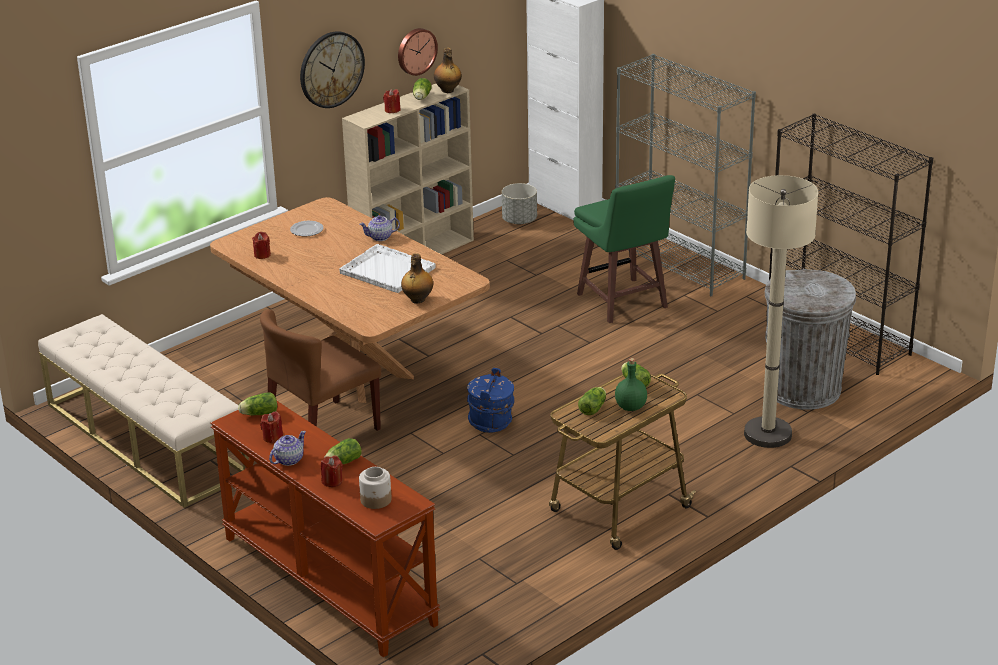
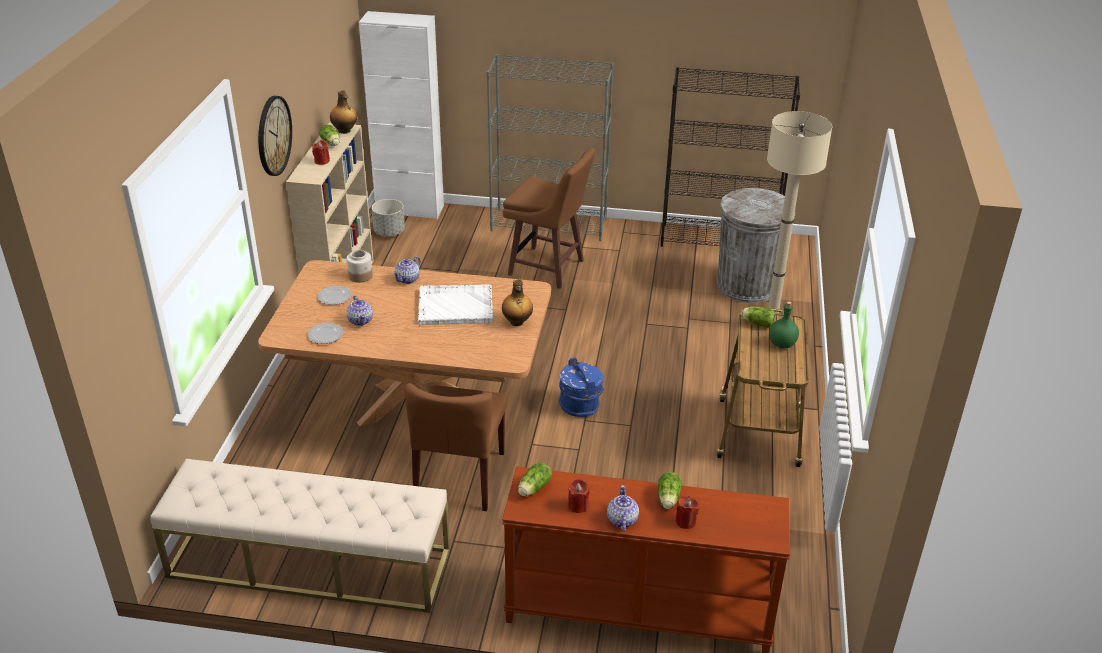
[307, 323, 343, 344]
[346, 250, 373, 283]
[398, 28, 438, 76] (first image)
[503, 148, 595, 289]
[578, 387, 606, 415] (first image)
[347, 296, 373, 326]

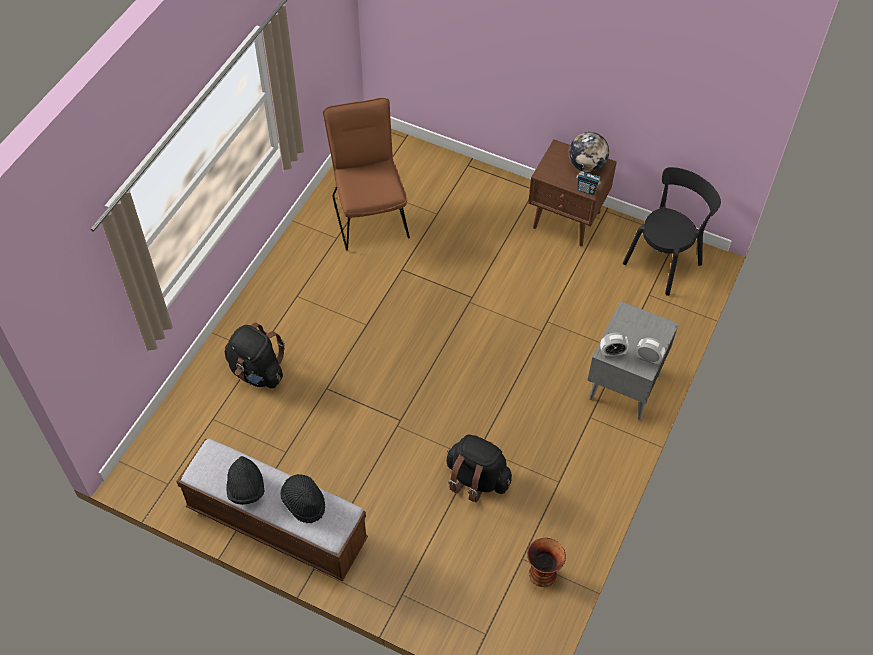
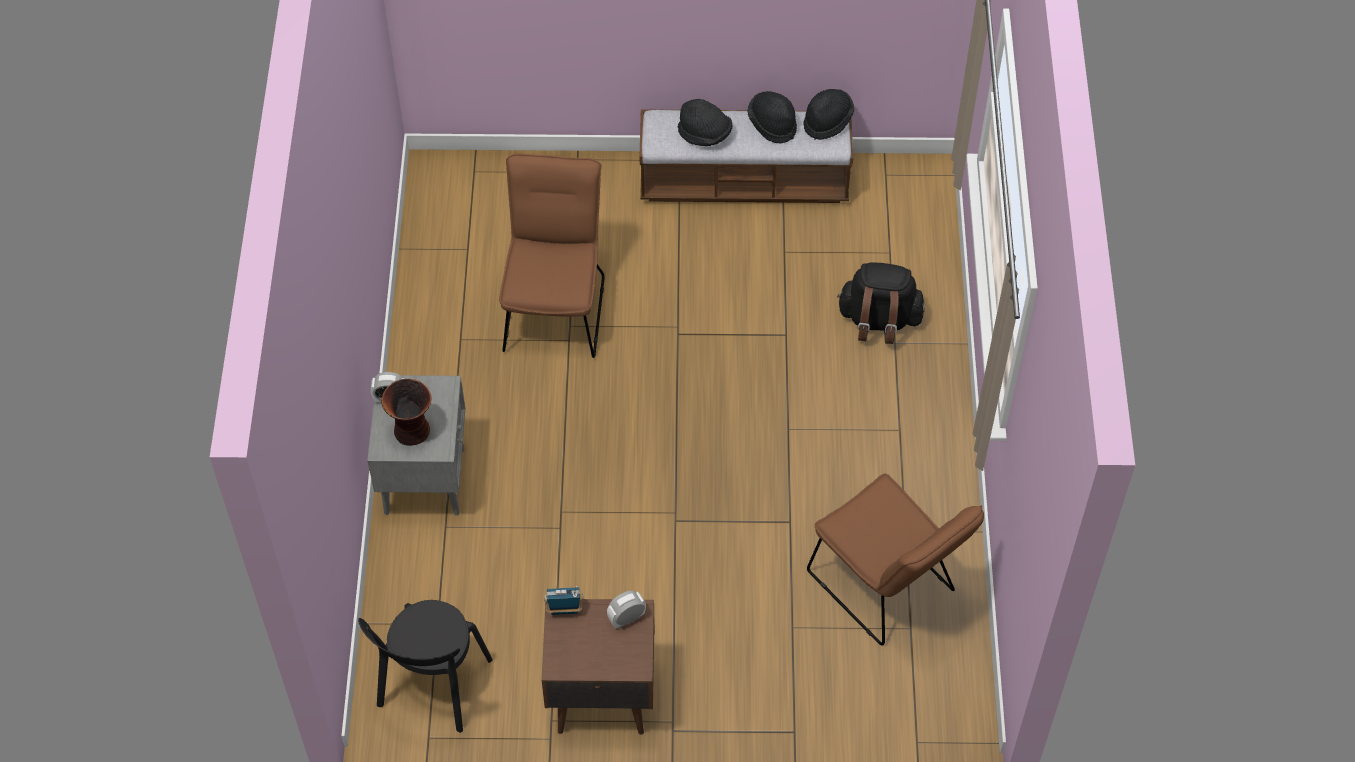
[499, 154, 605, 358]
[381, 379, 432, 446]
[569, 132, 609, 173] (first image)
[607, 591, 646, 628]
[803, 89, 854, 140]

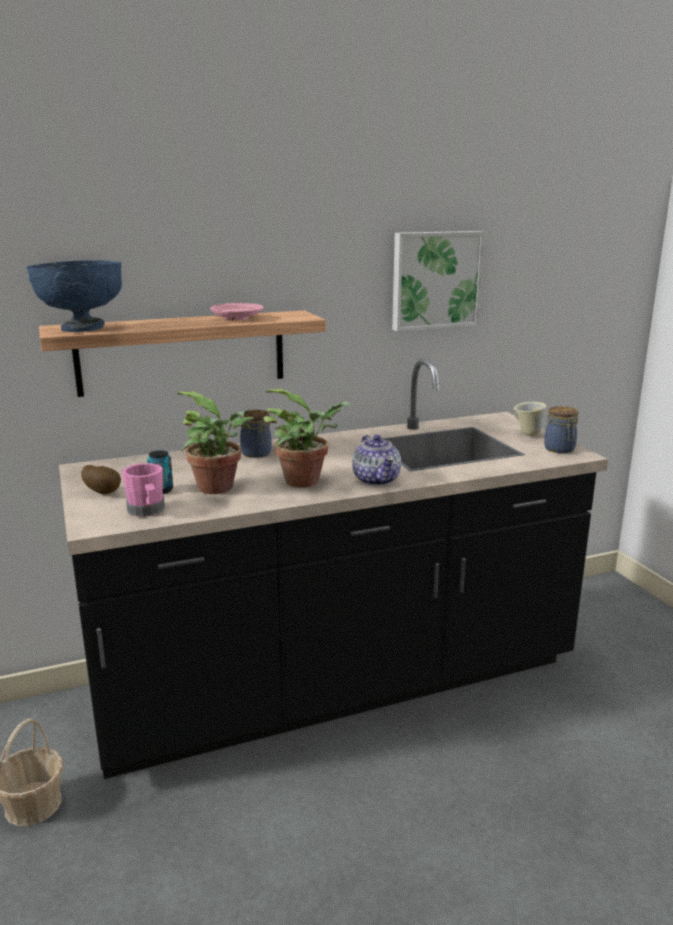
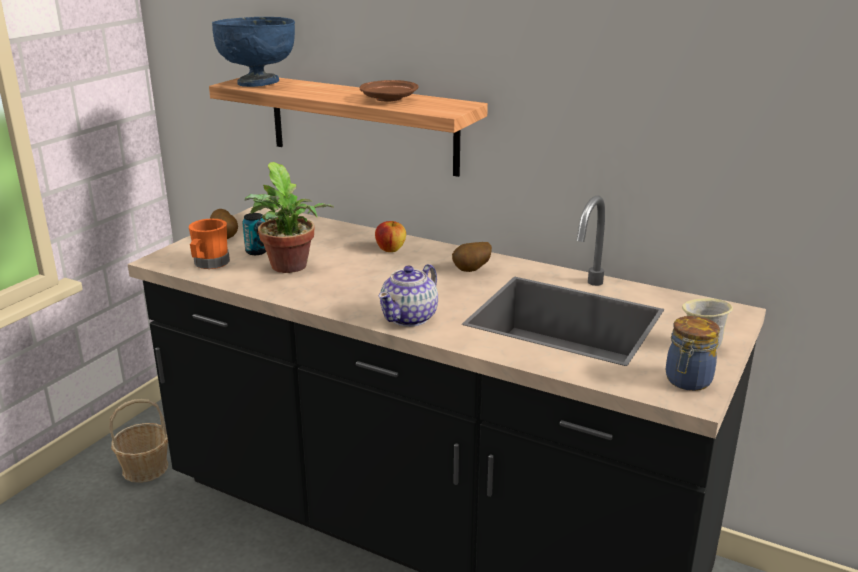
[189, 219, 230, 269]
[360, 80, 418, 101]
[375, 221, 406, 252]
[263, 388, 350, 487] (first image)
[392, 231, 485, 331] (first image)
[452, 242, 492, 272]

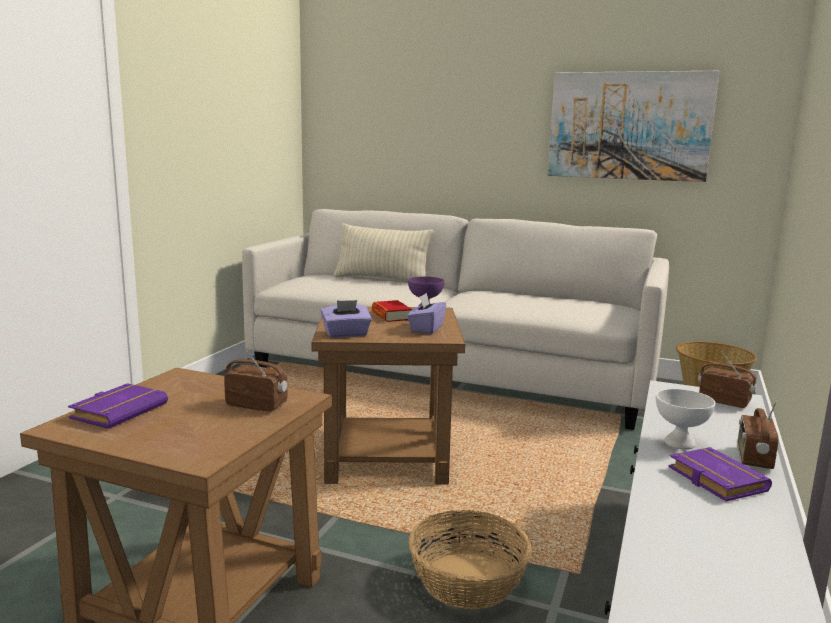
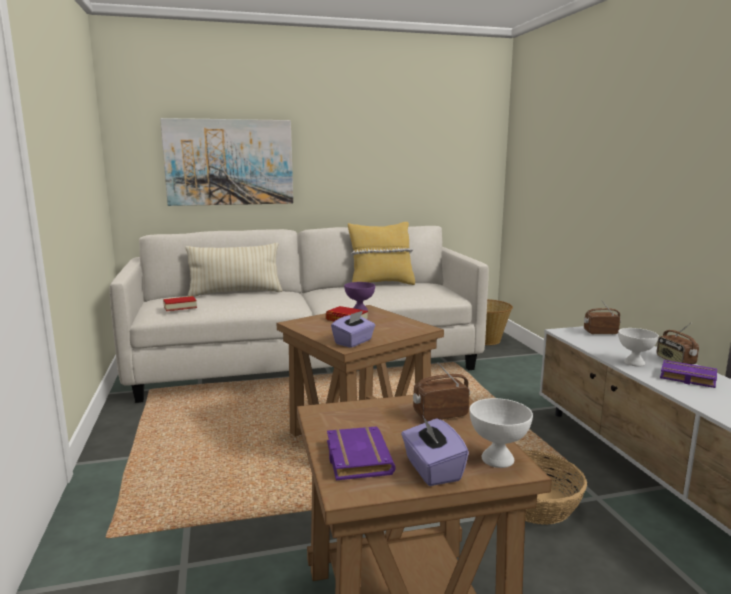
[401, 415, 469, 486]
[160, 118, 293, 206]
[163, 296, 197, 311]
[348, 222, 415, 285]
[469, 398, 533, 468]

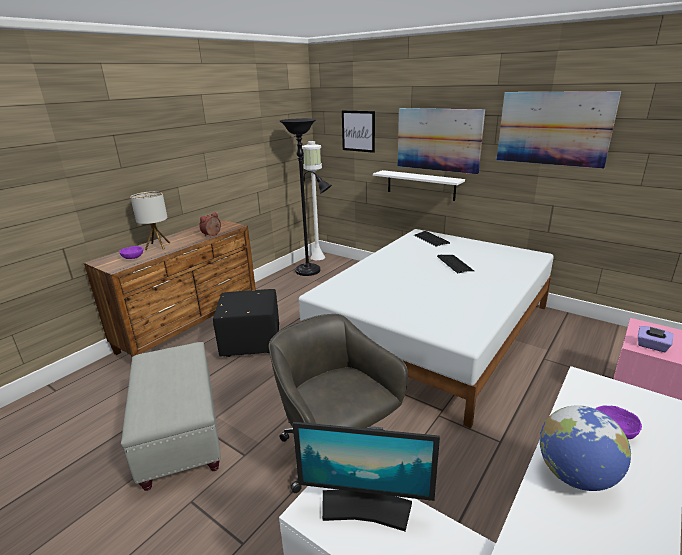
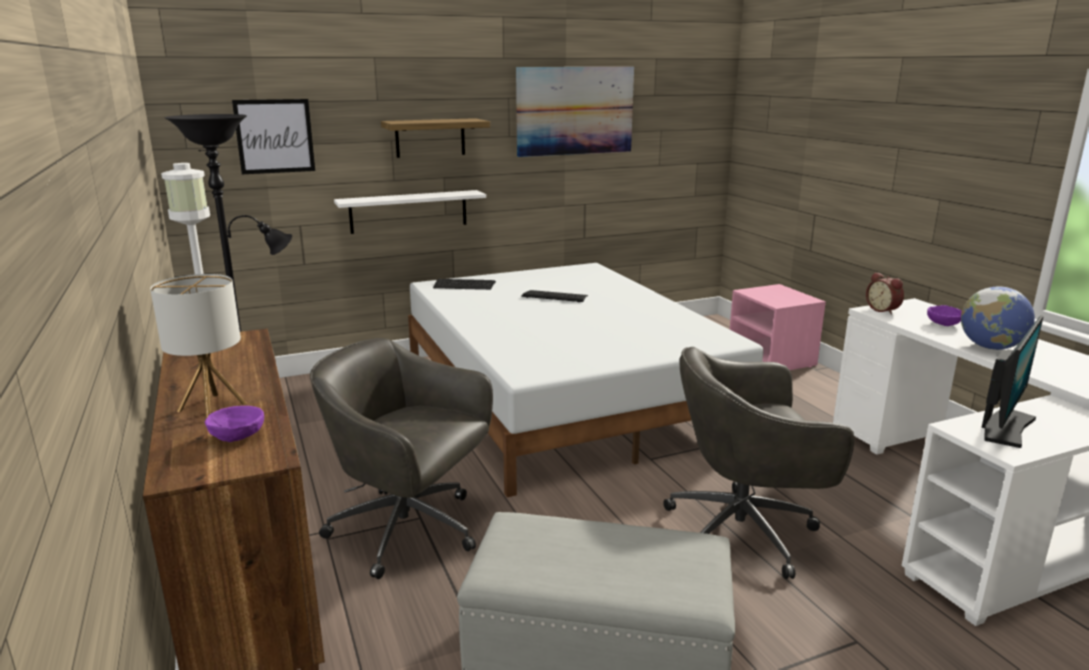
[866, 272, 904, 315]
[310, 338, 493, 579]
[381, 118, 490, 158]
[638, 326, 674, 352] (first image)

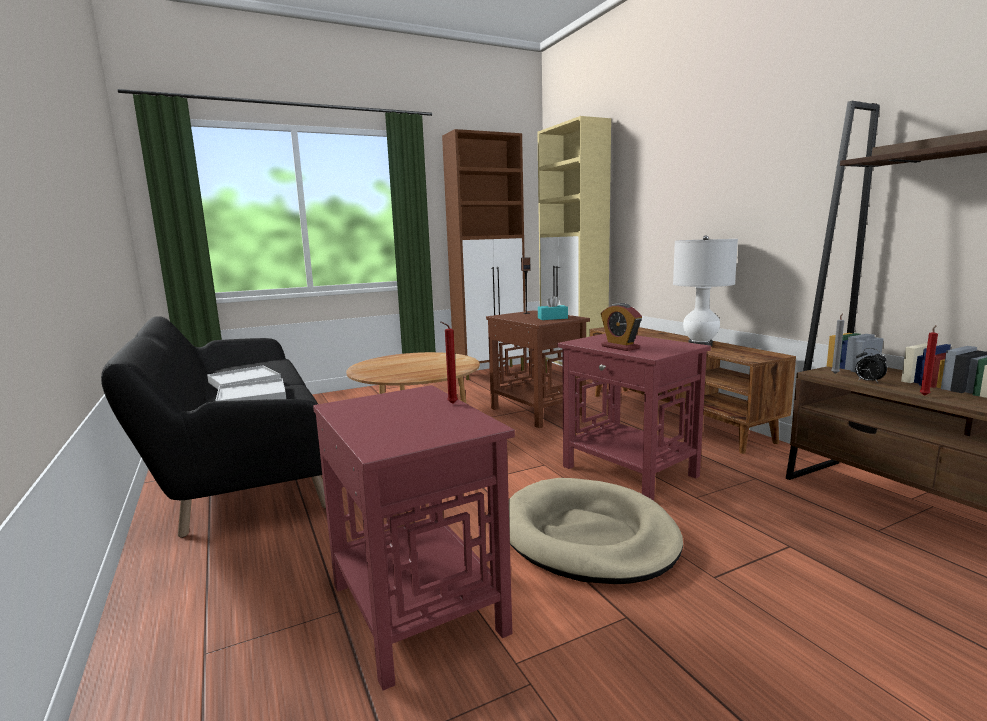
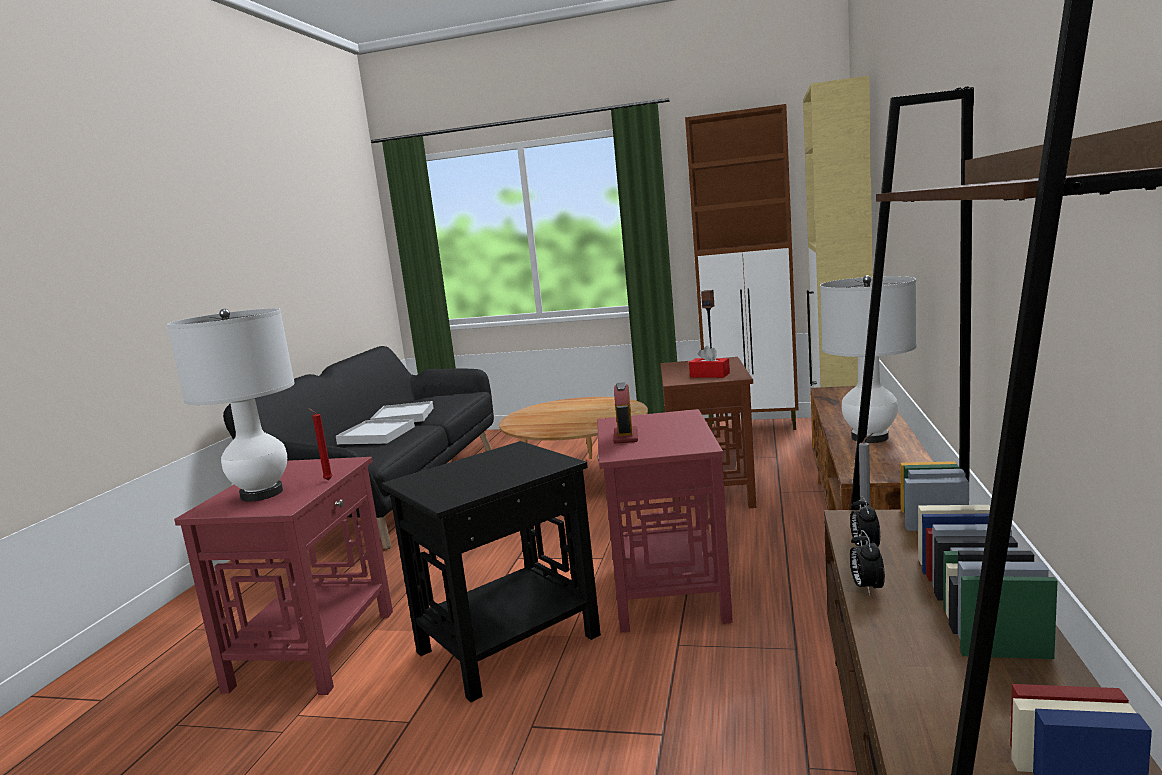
[381, 441, 601, 702]
[689, 346, 730, 378]
[850, 530, 885, 595]
[167, 308, 295, 502]

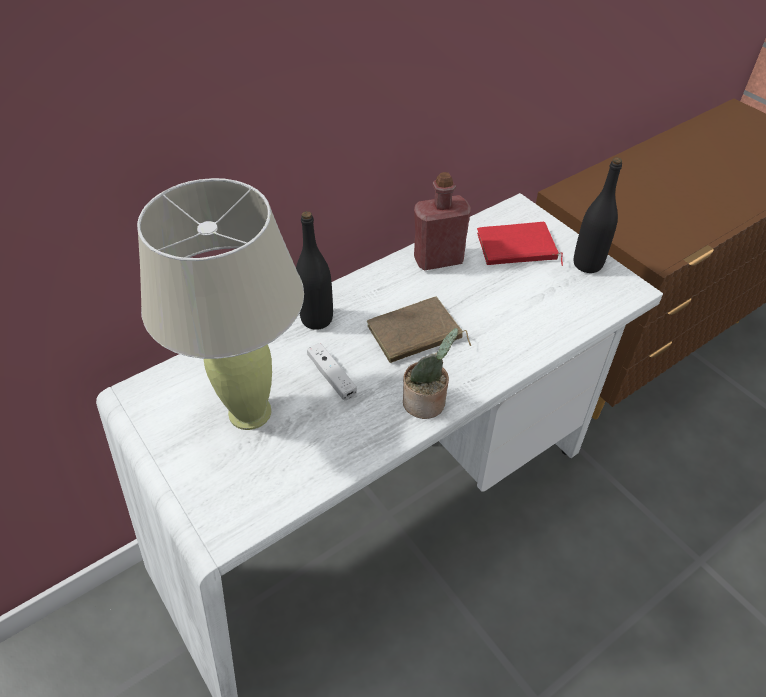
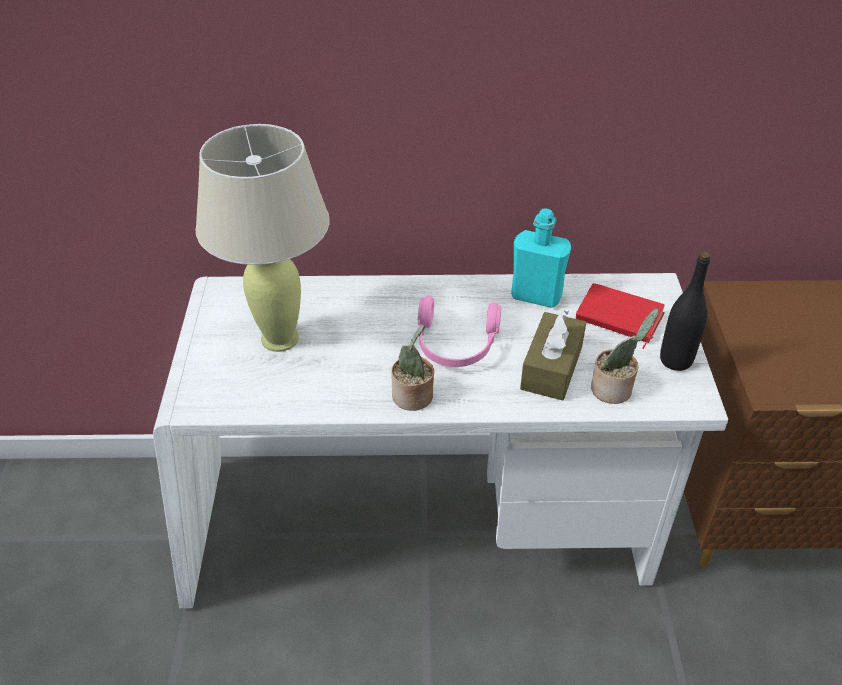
[296, 211, 333, 330] (first image)
[307, 343, 357, 400] (first image)
[418, 296, 502, 367]
[511, 208, 571, 308]
[520, 310, 586, 401]
[591, 308, 659, 404]

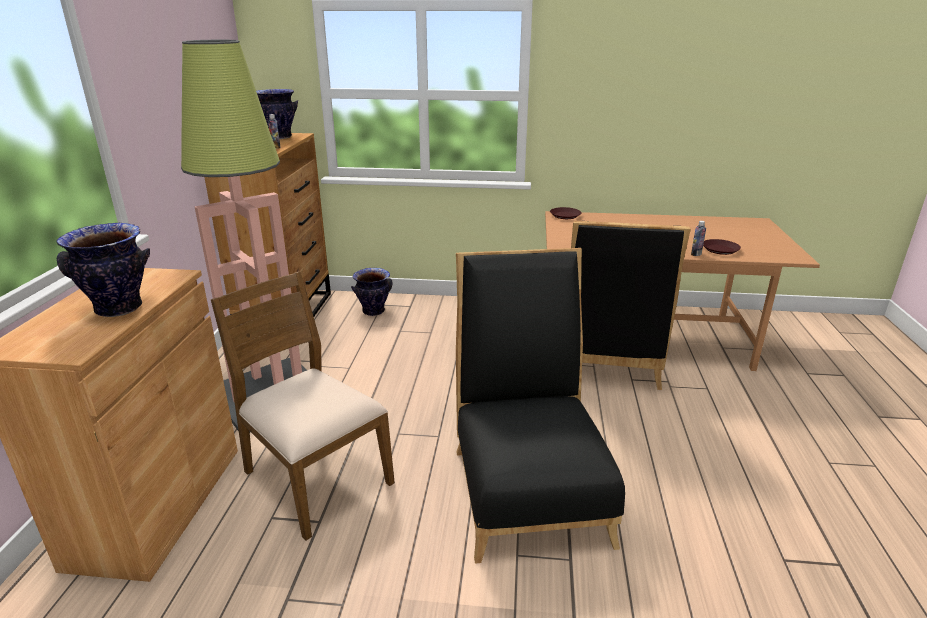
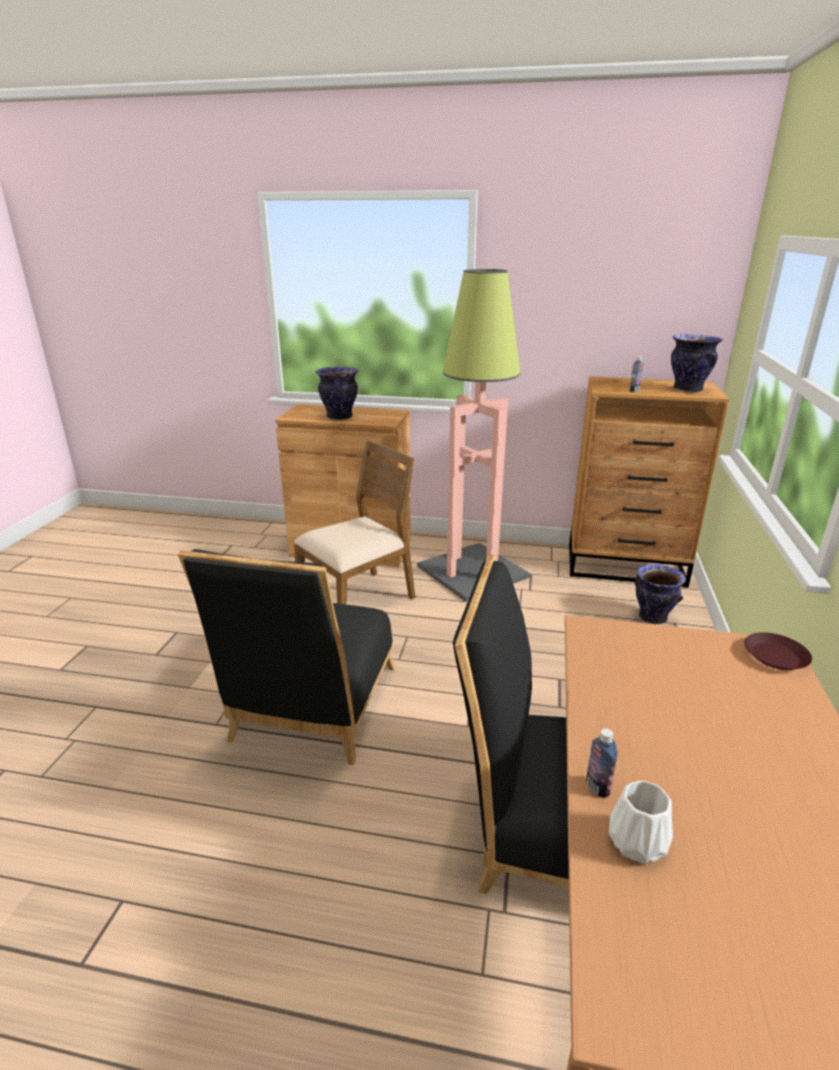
[178, 549, 395, 765]
[608, 781, 673, 864]

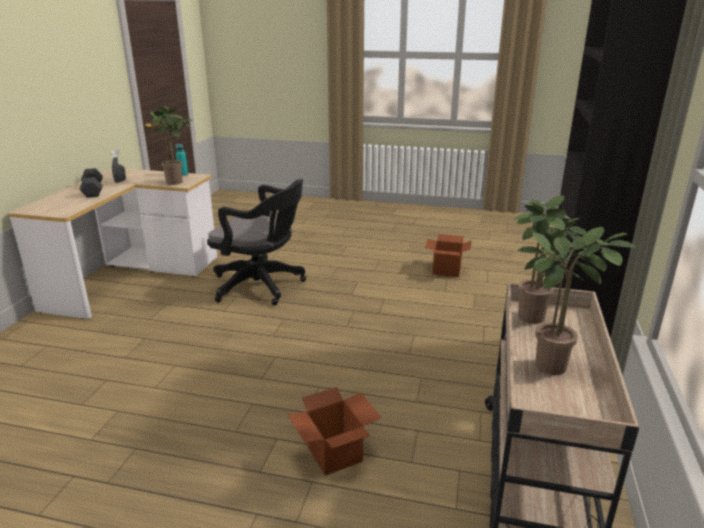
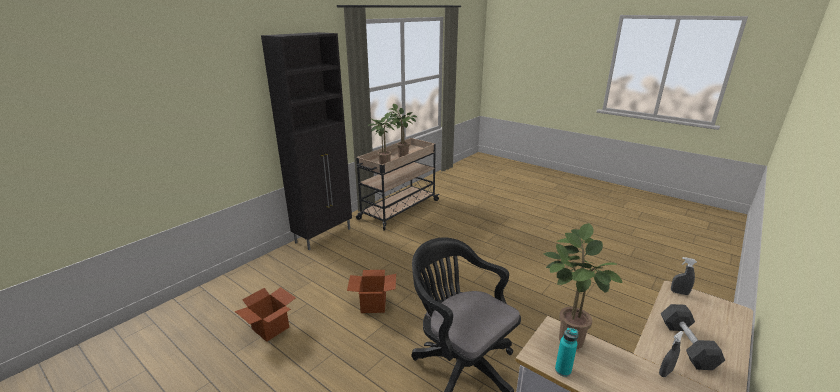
[347, 270, 396, 313]
[671, 257, 697, 295]

